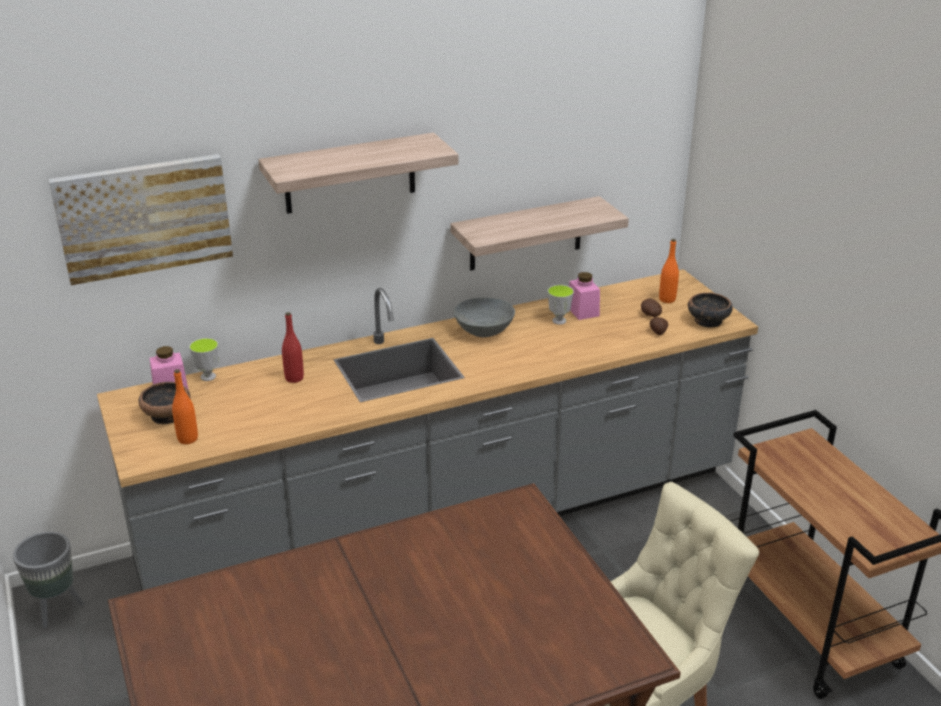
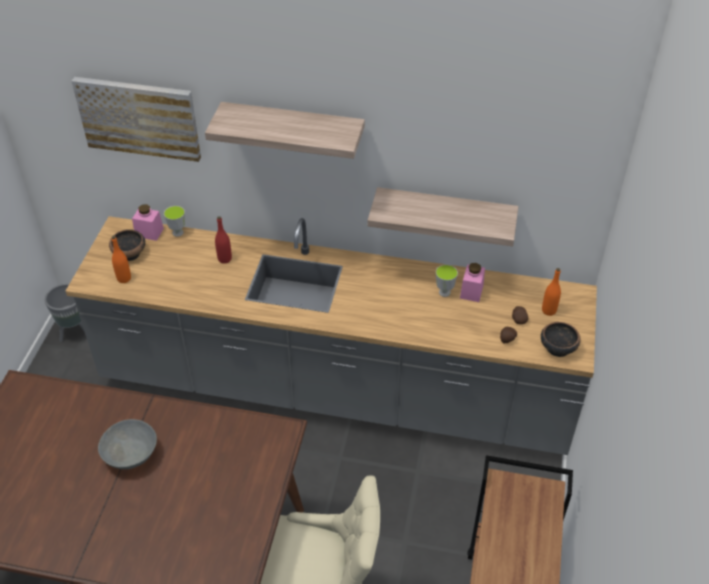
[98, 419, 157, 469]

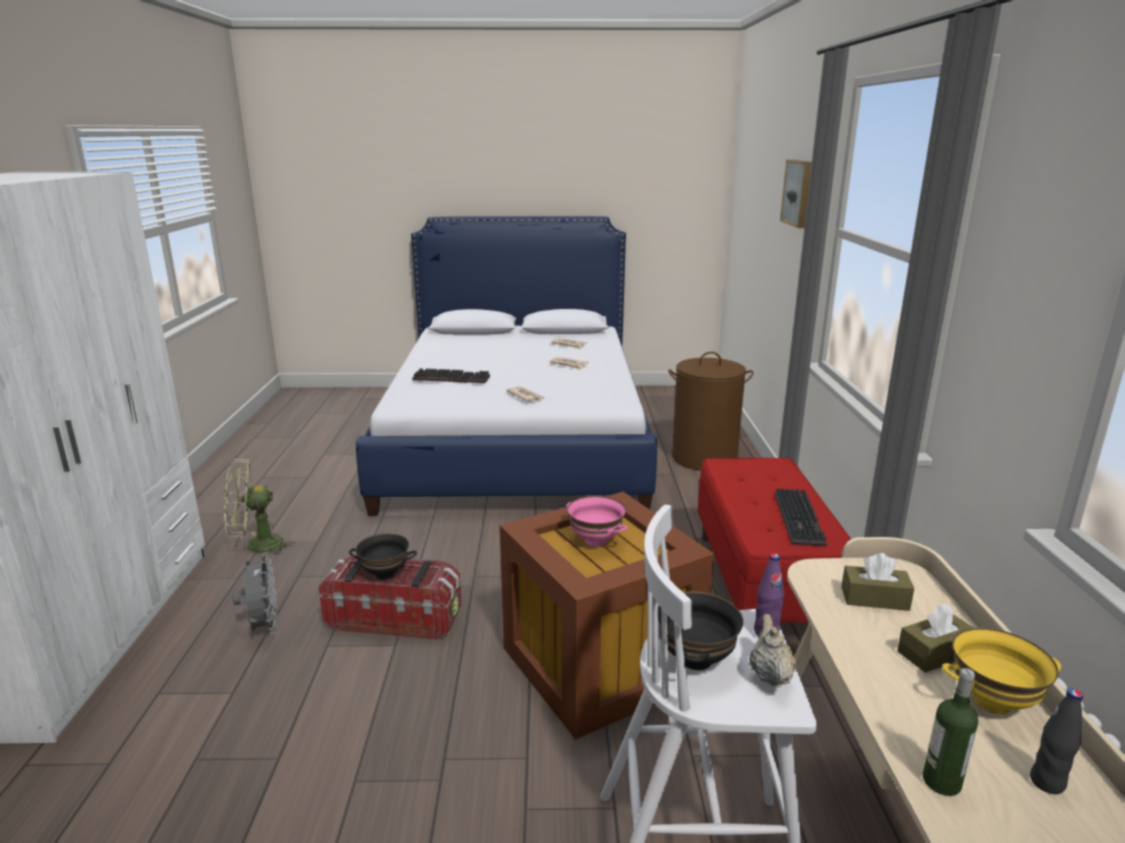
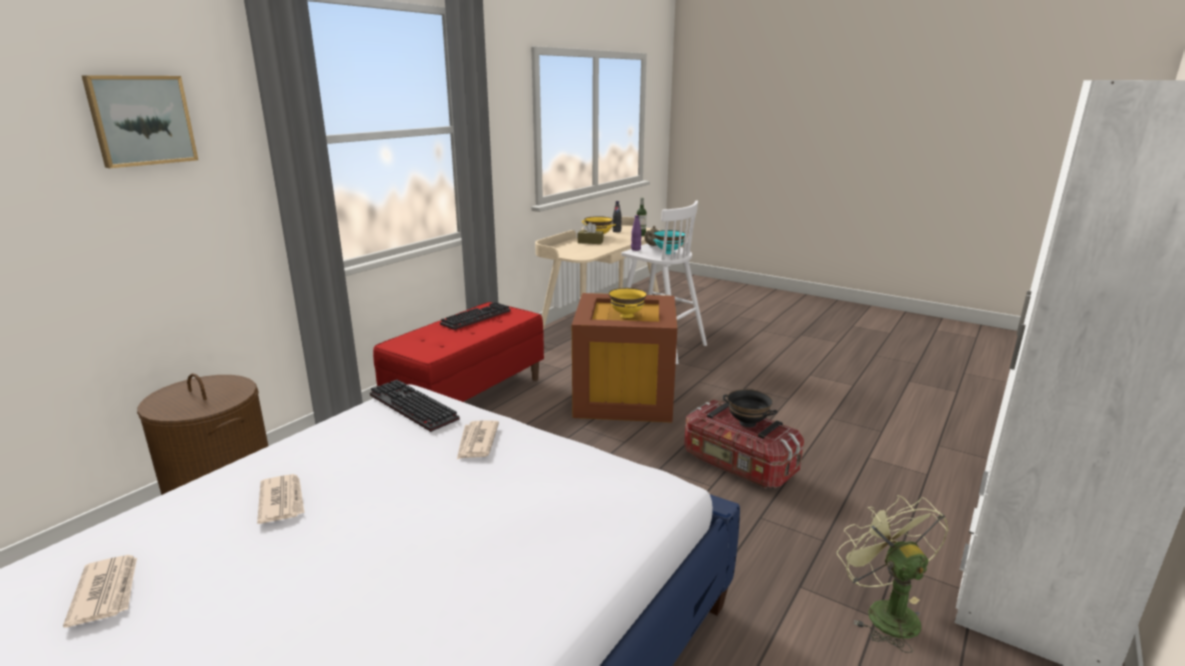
[837, 495, 948, 653]
[233, 553, 278, 634] (first image)
[370, 380, 460, 432]
[609, 288, 647, 318]
[653, 230, 685, 254]
[842, 553, 914, 611] (first image)

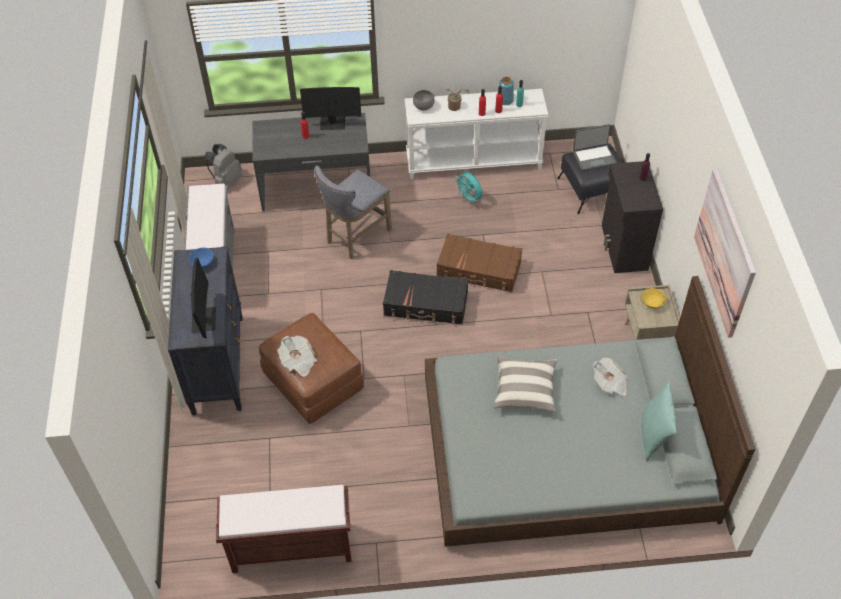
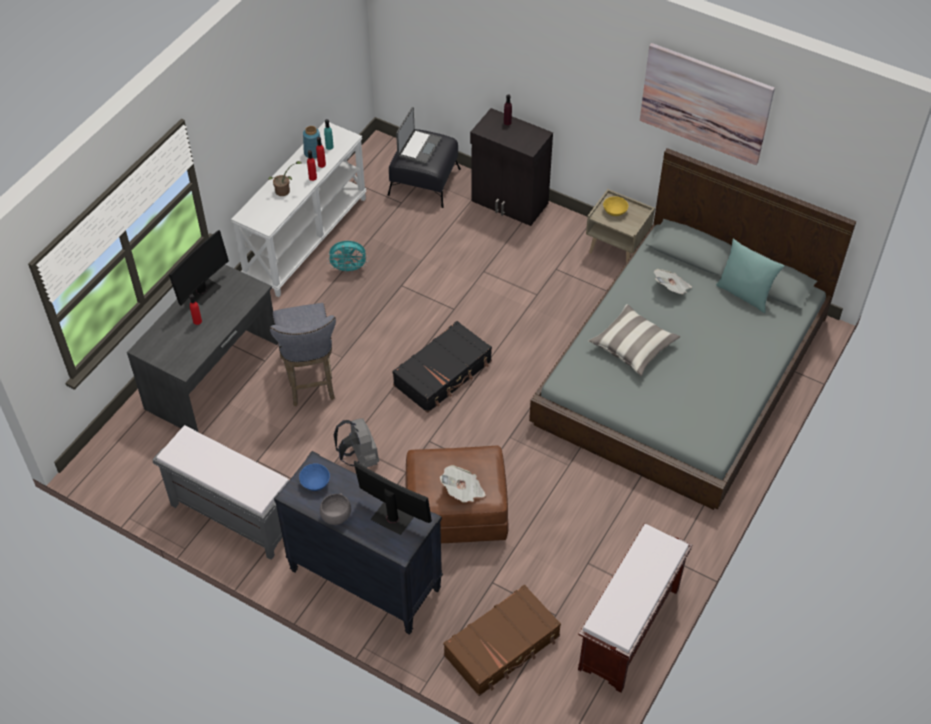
[334, 418, 379, 468]
[320, 493, 351, 525]
[443, 585, 561, 696]

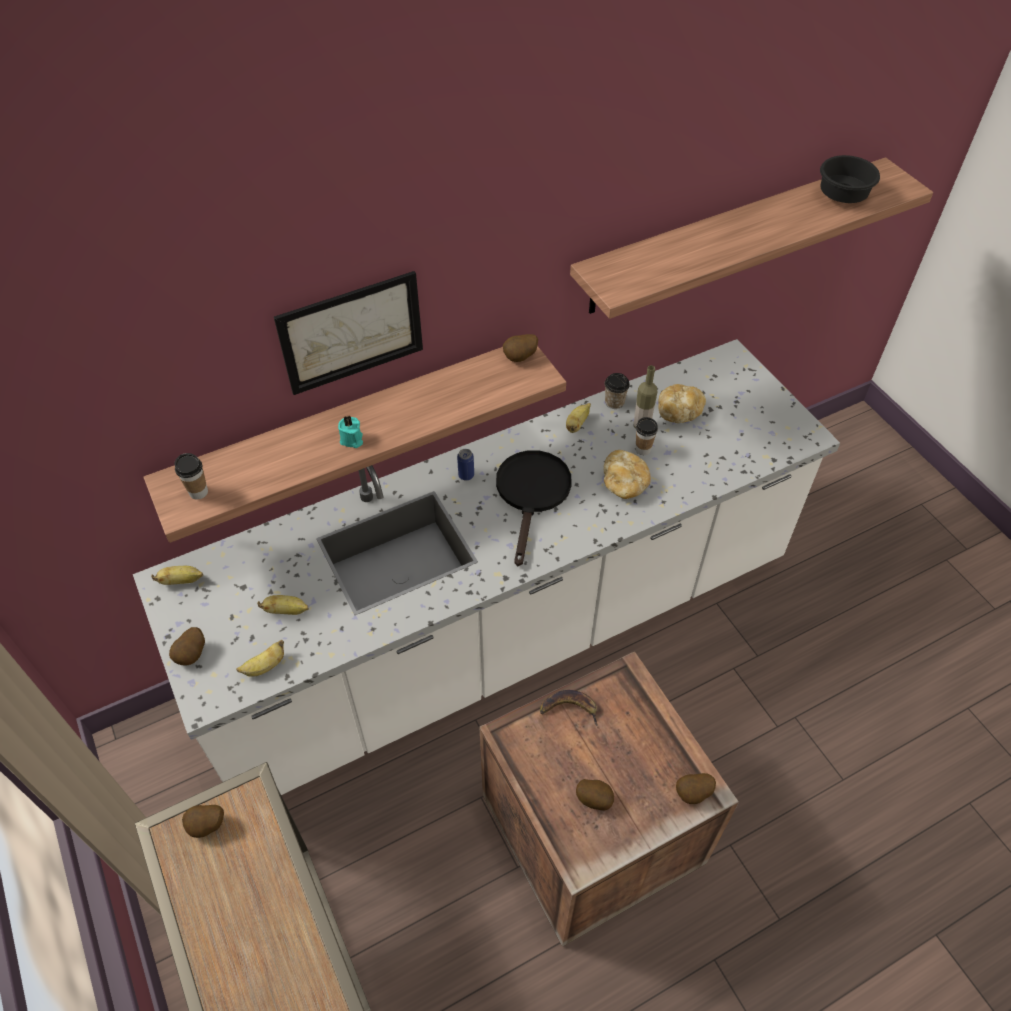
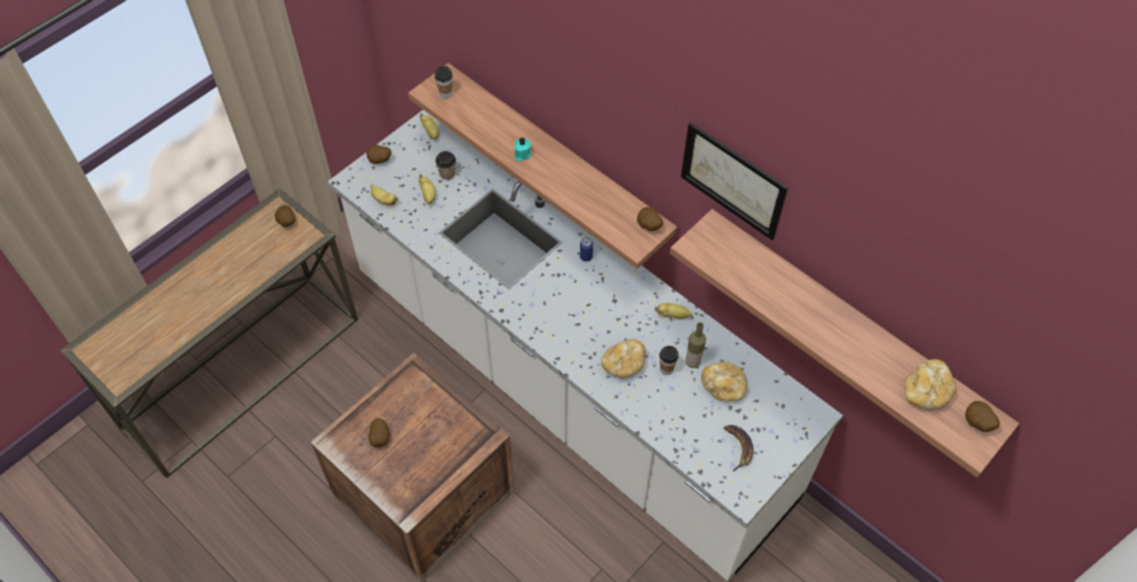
[681, 122, 788, 240]
[496, 450, 572, 566] (first image)
[724, 425, 753, 471]
[435, 151, 456, 180]
[965, 401, 1000, 432]
[904, 359, 956, 410]

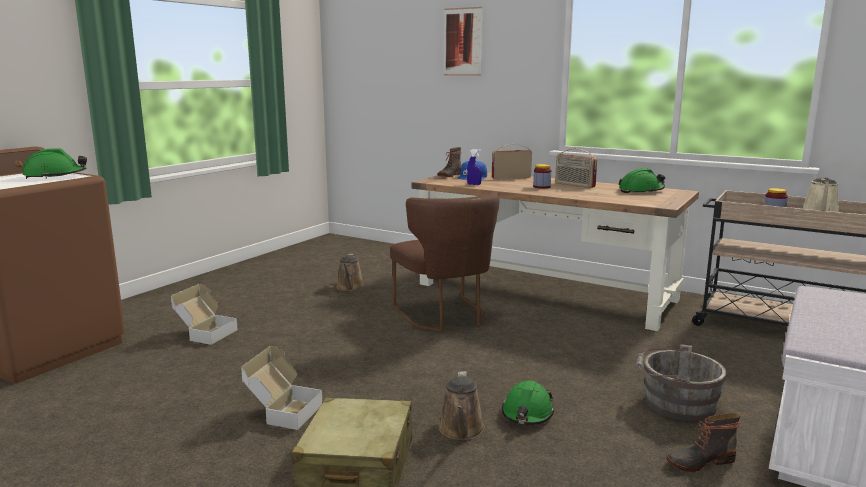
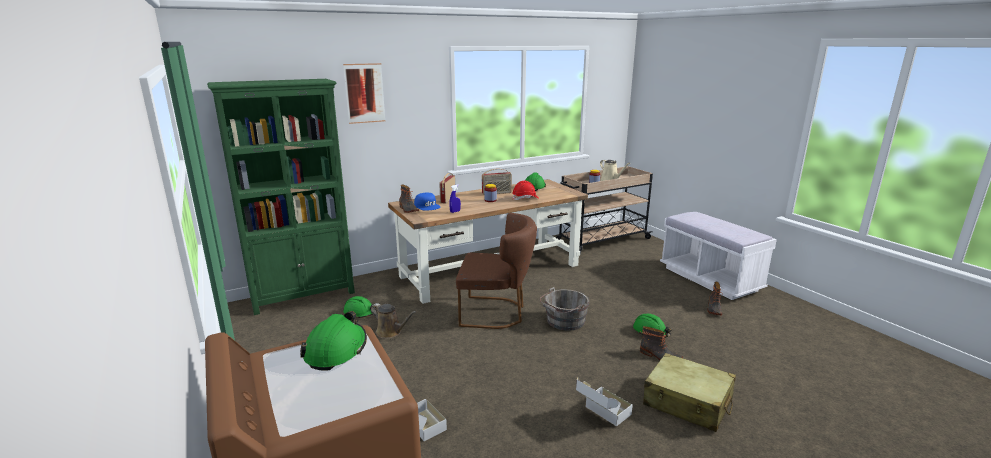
[640, 326, 683, 360]
[540, 287, 590, 331]
[207, 79, 355, 315]
[343, 296, 377, 318]
[512, 181, 539, 200]

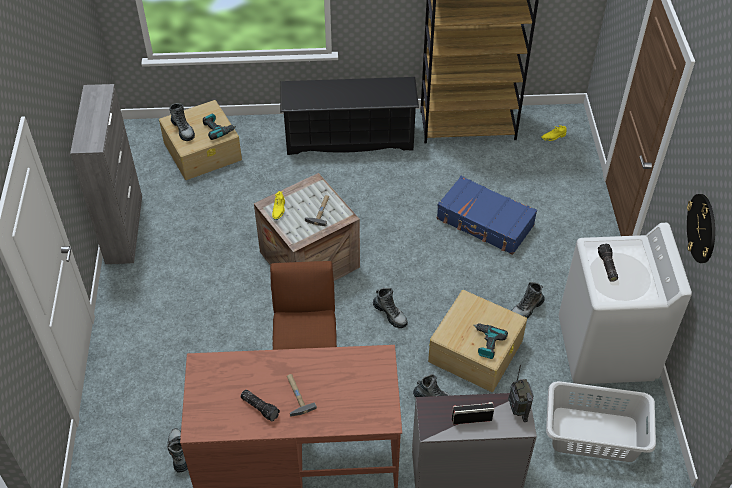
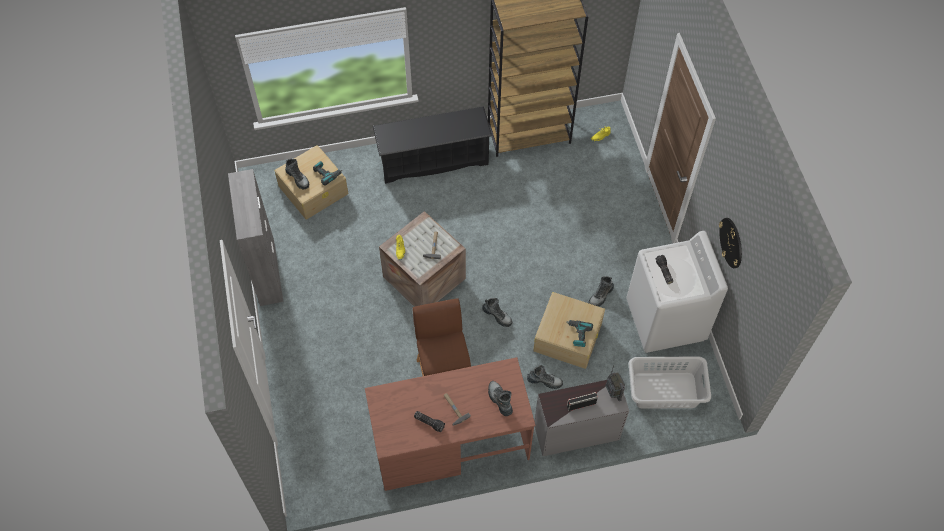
[488, 381, 513, 416]
[437, 176, 537, 255] (first image)

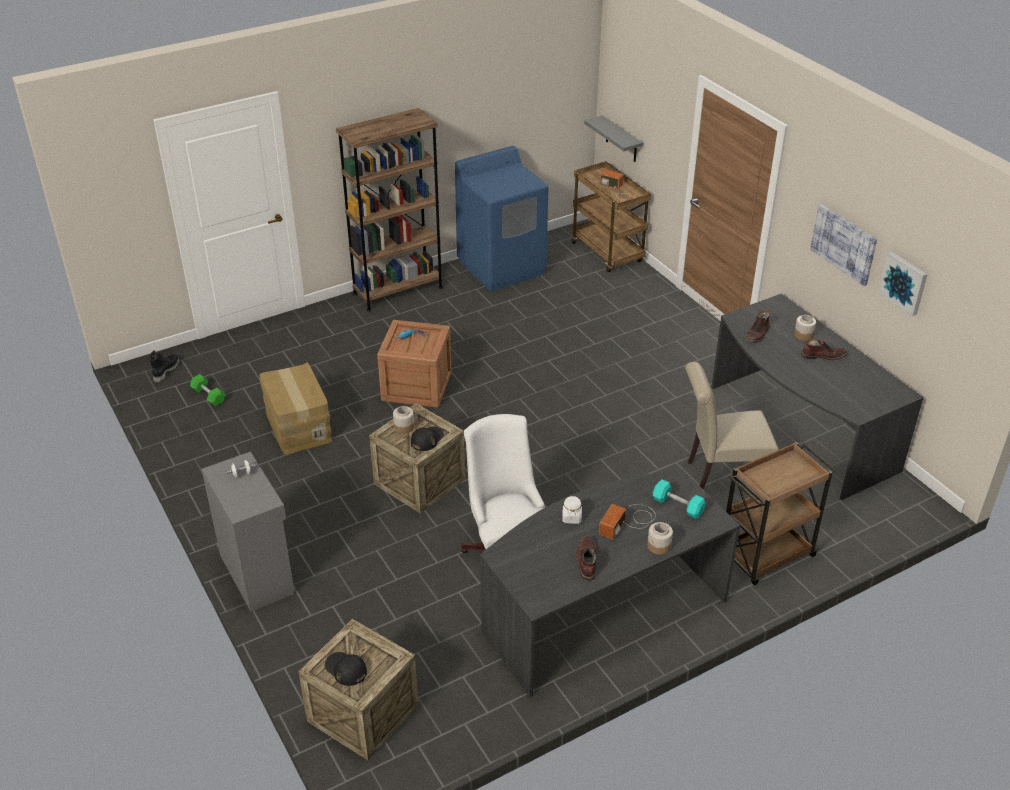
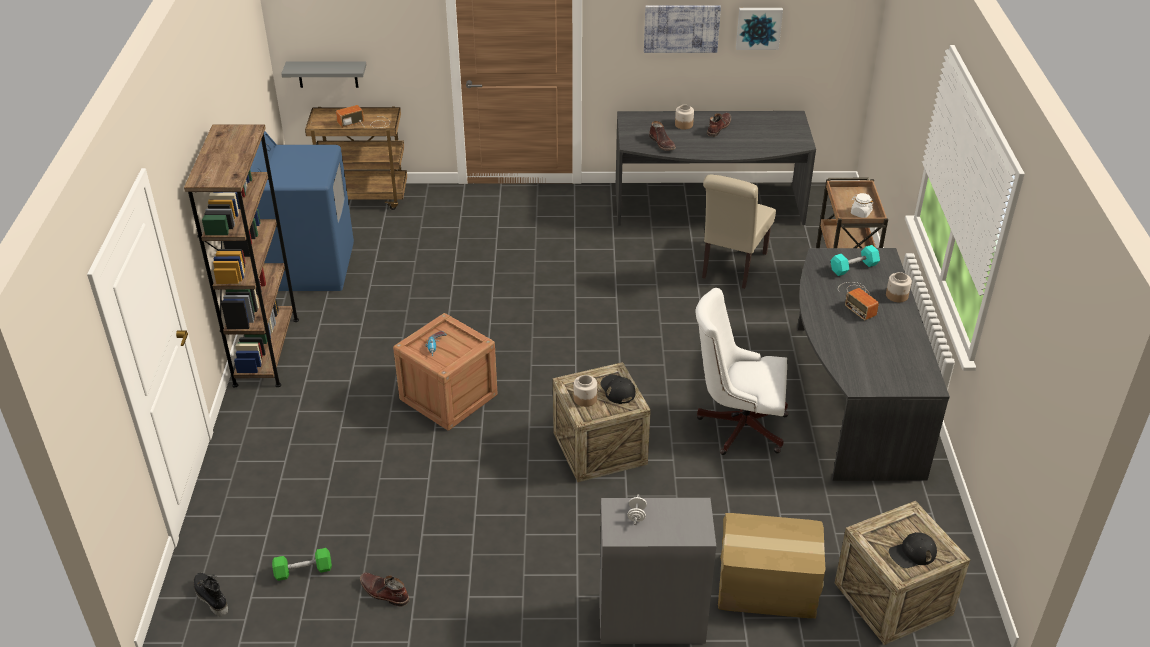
[718, 513, 825, 618]
[851, 193, 873, 218]
[360, 572, 410, 606]

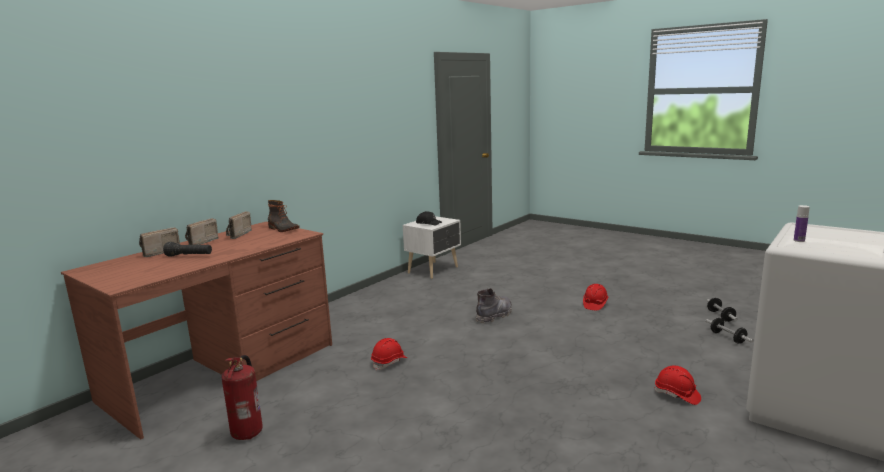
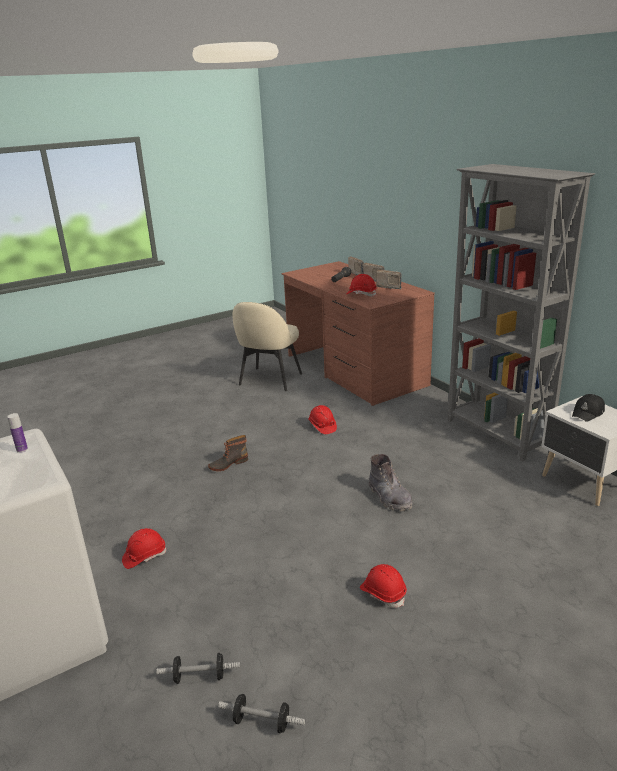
[232, 302, 302, 391]
[208, 435, 248, 471]
[347, 274, 377, 297]
[448, 164, 595, 462]

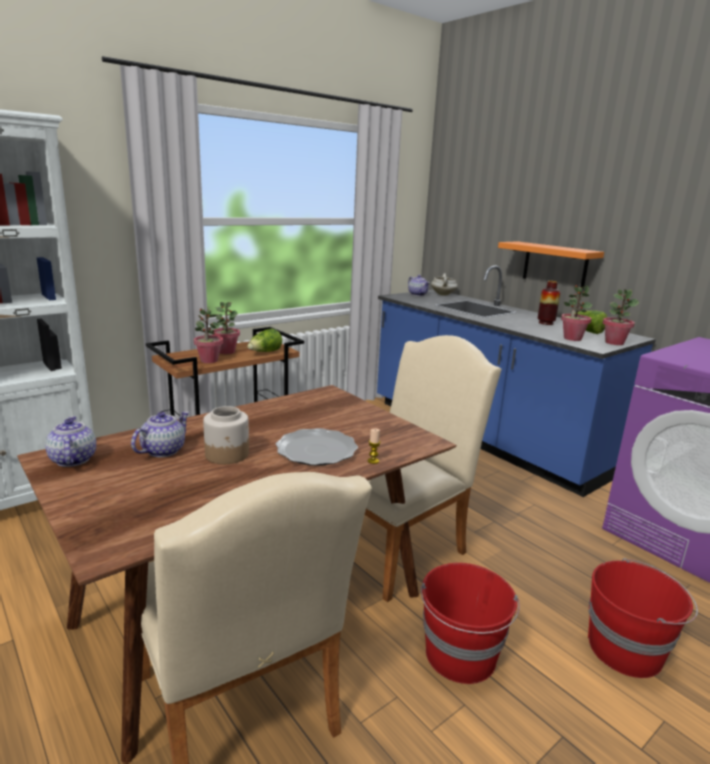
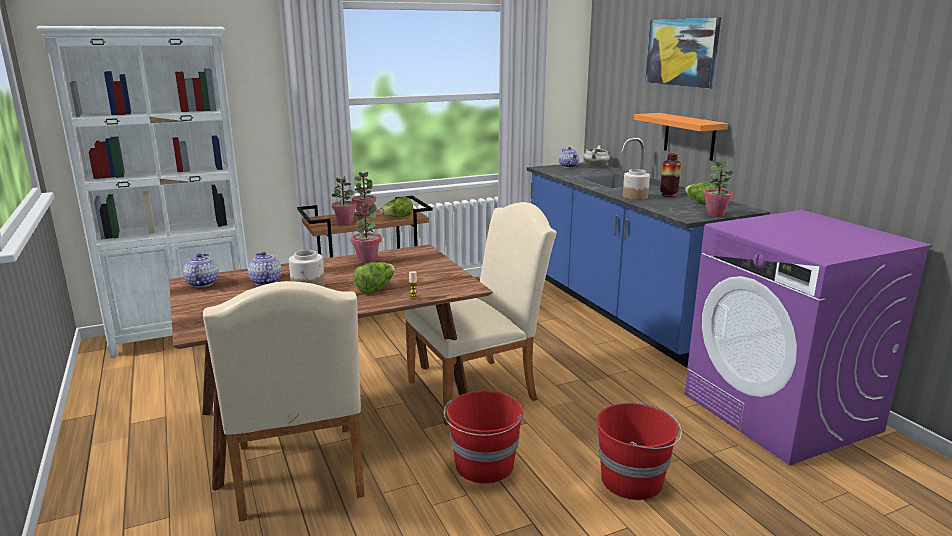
[248, 252, 282, 286]
[353, 262, 395, 294]
[351, 203, 382, 263]
[623, 169, 650, 200]
[645, 17, 721, 89]

